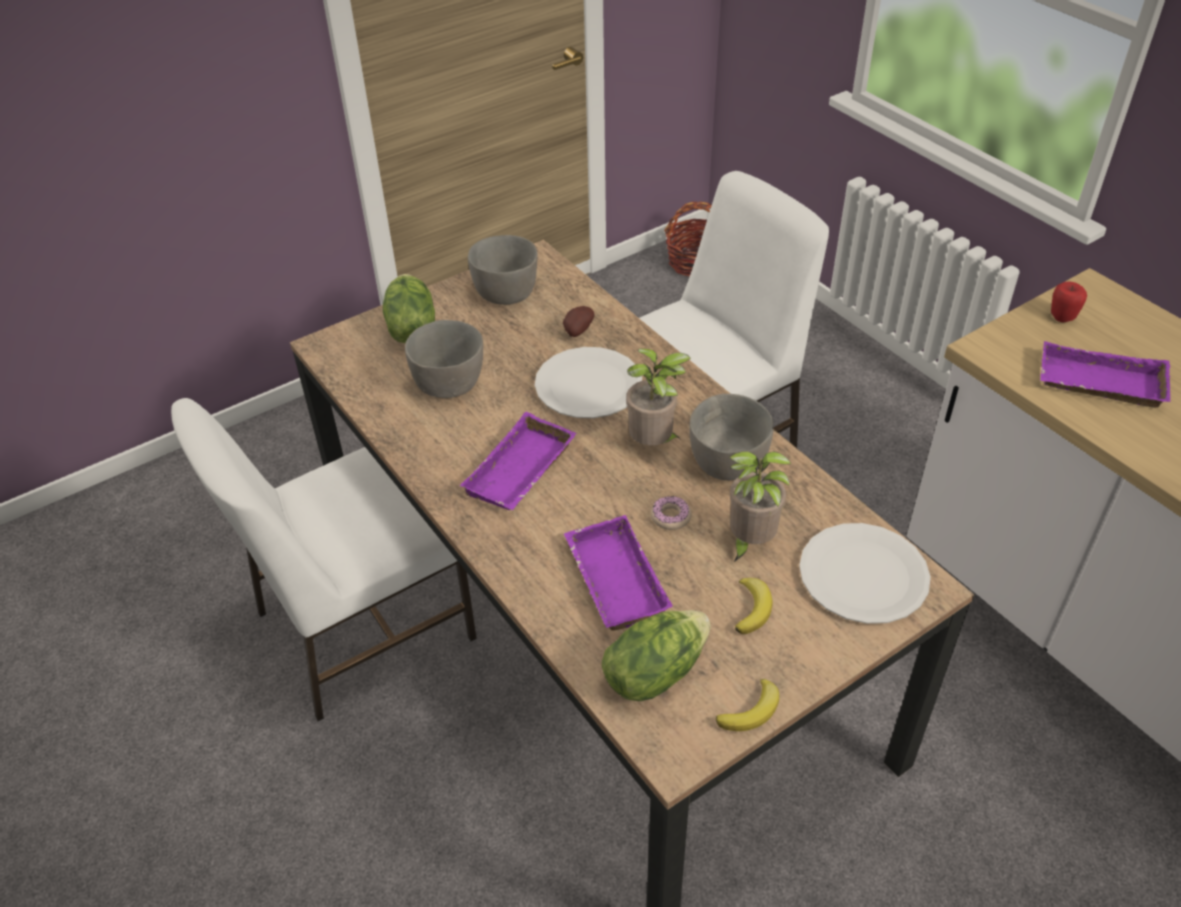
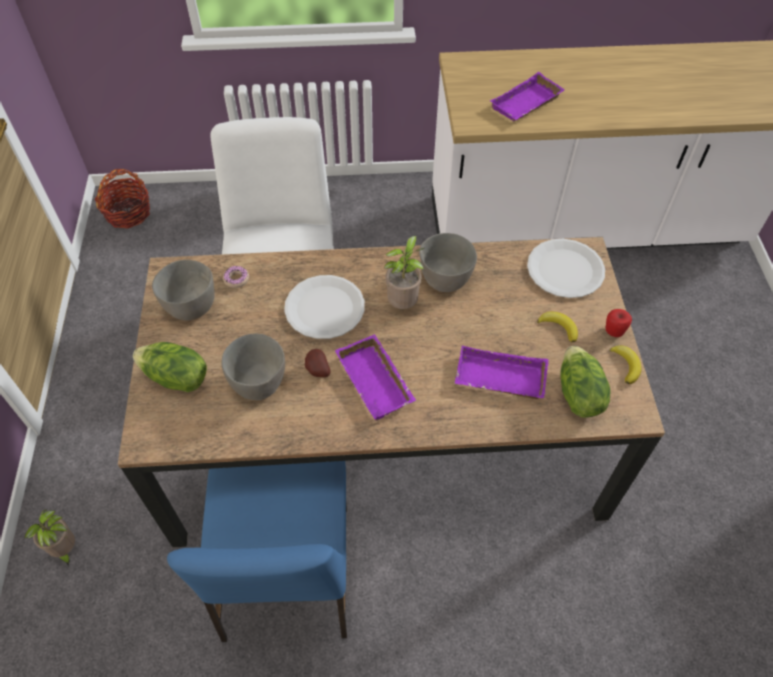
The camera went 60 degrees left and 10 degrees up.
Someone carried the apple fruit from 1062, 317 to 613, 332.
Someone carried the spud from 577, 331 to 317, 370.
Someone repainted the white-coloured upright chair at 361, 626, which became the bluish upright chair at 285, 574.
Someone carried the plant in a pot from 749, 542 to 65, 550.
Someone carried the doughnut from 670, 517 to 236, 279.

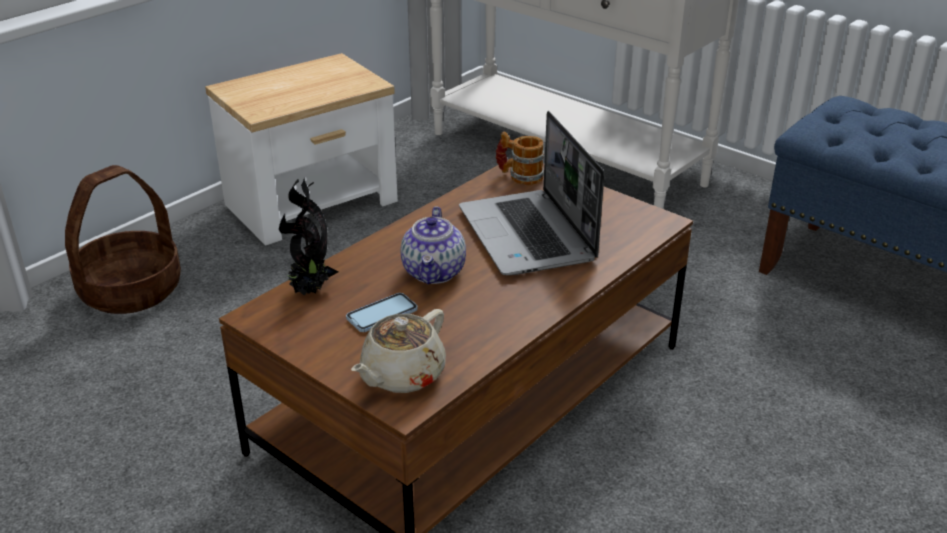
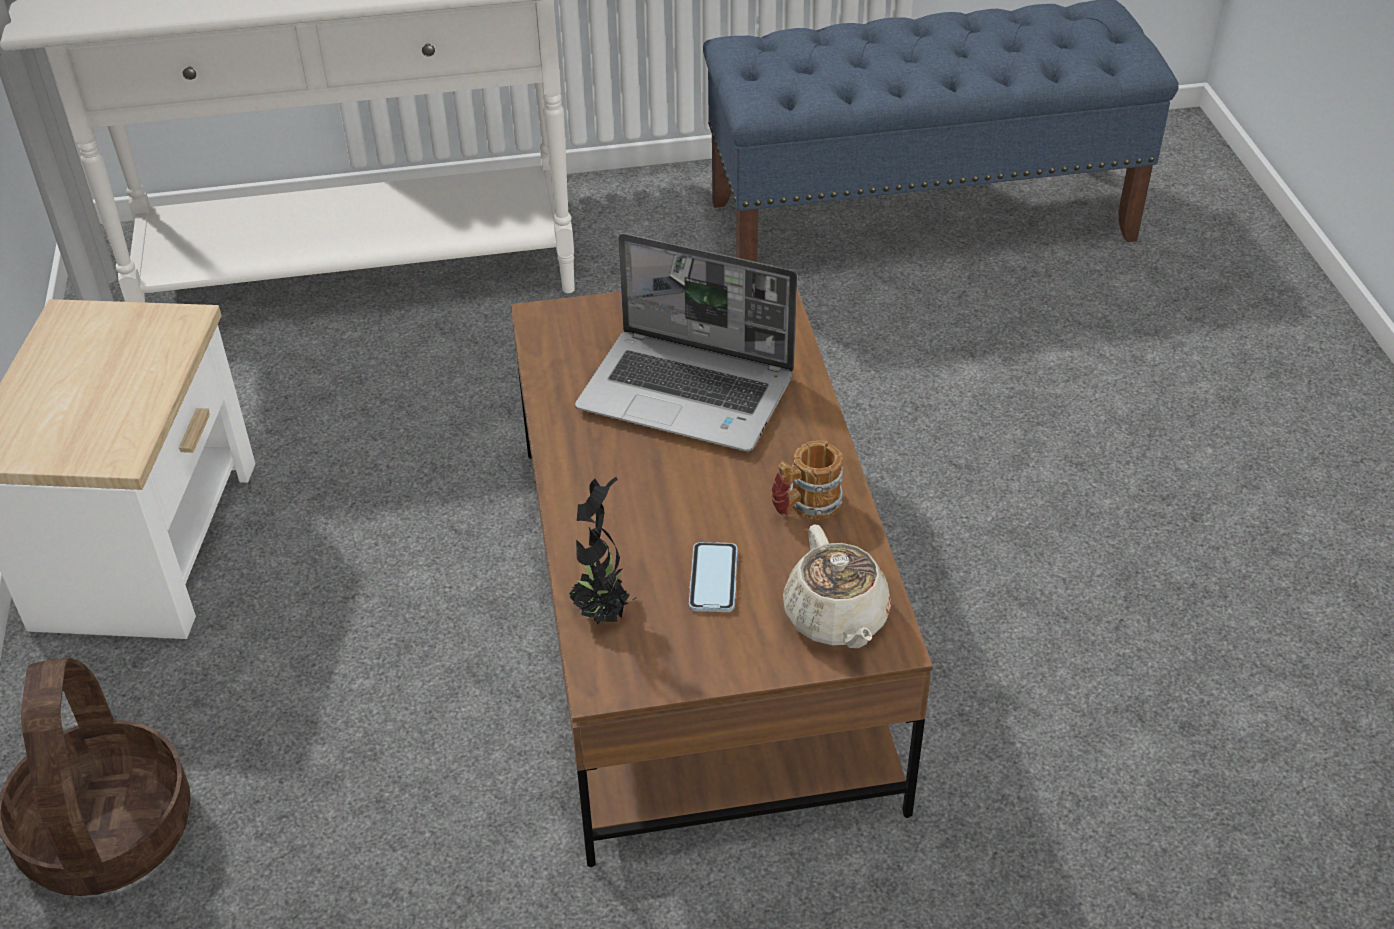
The camera went 50 degrees left and 10 degrees up.
Someone carried the mug from 519, 176 to 805, 506.
Someone took away the pot for tea at 434, 272.

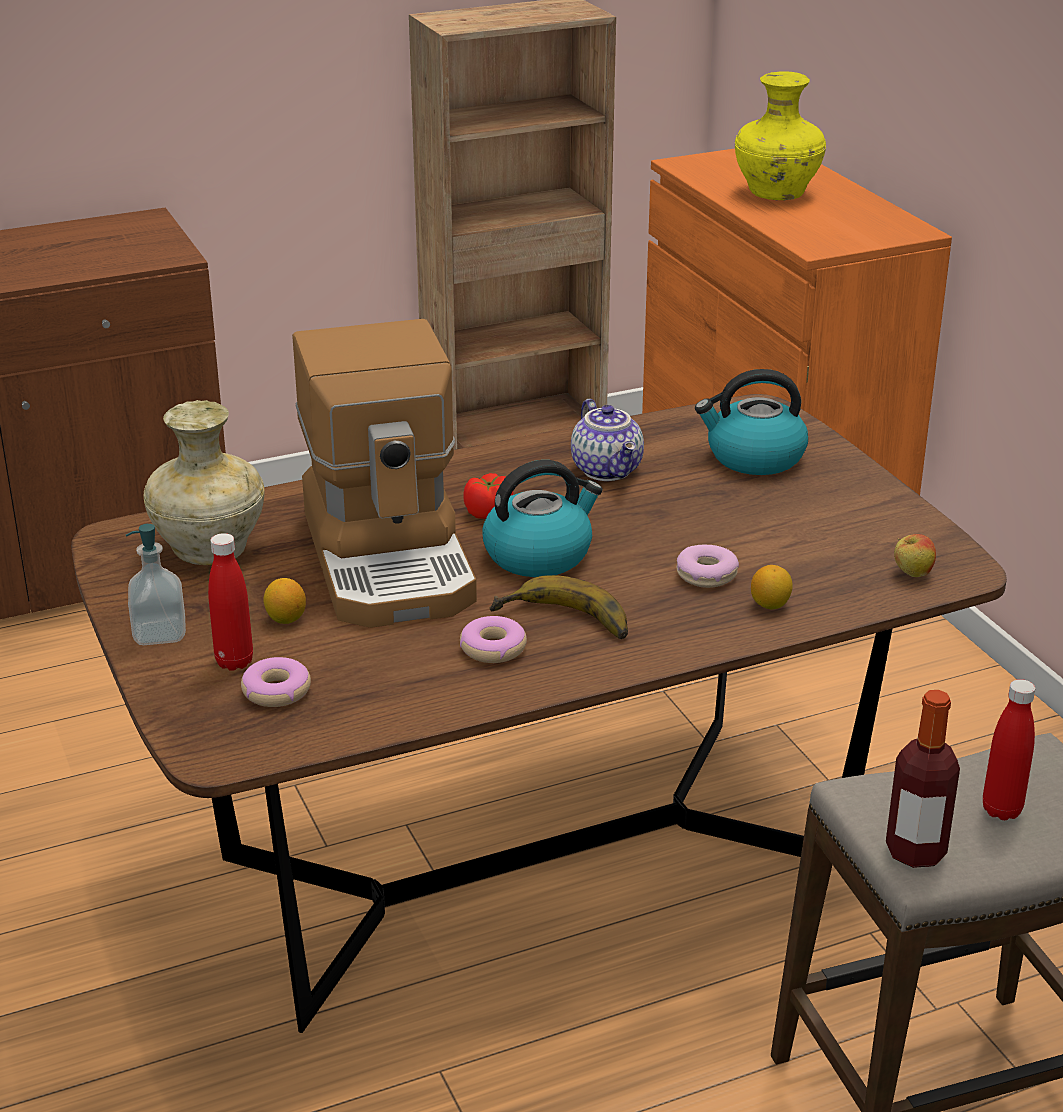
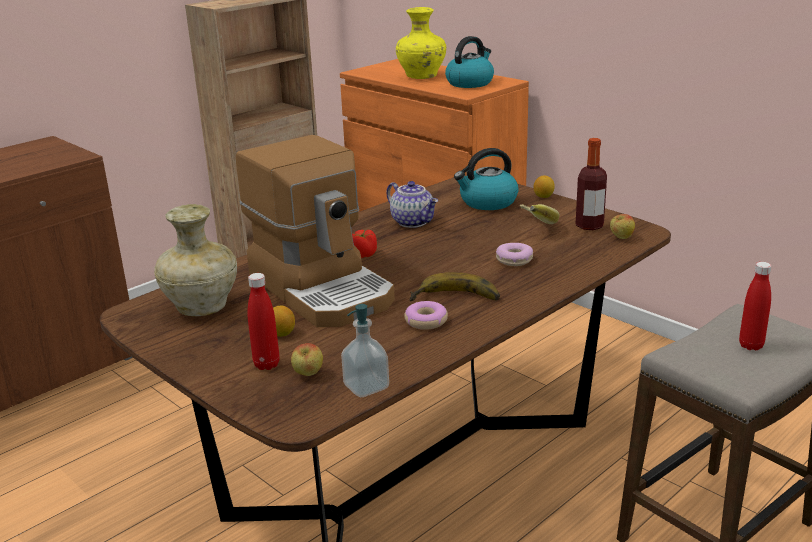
The camera went 20 degrees left and 5 degrees down.
Someone carried the water kettle from 539, 554 to 470, 83.
Someone carried the soap bottle from 160, 633 to 366, 387.
Someone carried the citrus fruit from 770, 605 to 543, 196.
Someone swapped the doughnut at 276, 691 for the apple fruit at 308, 374.
Someone carried the bottle from 915, 851 to 589, 226.
Someone put down the banana fruit at 533, 226.

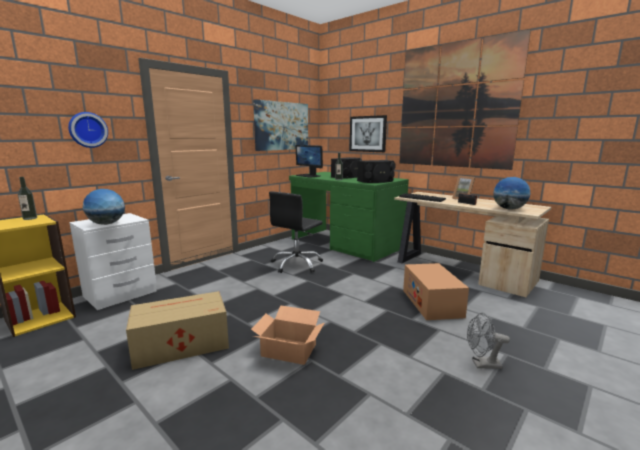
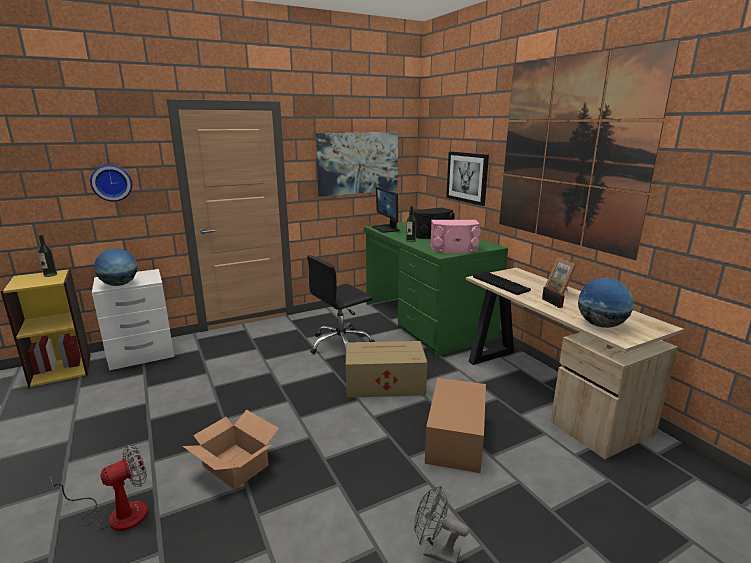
The camera went 20 degrees right and 5 degrees up.
Someone repainted the black speaker at 376, 181, which became the pinkish speaker at 454, 249.
Someone carried the cardboard box from 180, 344 to 383, 383.
Someone put down the fan at 117, 514.

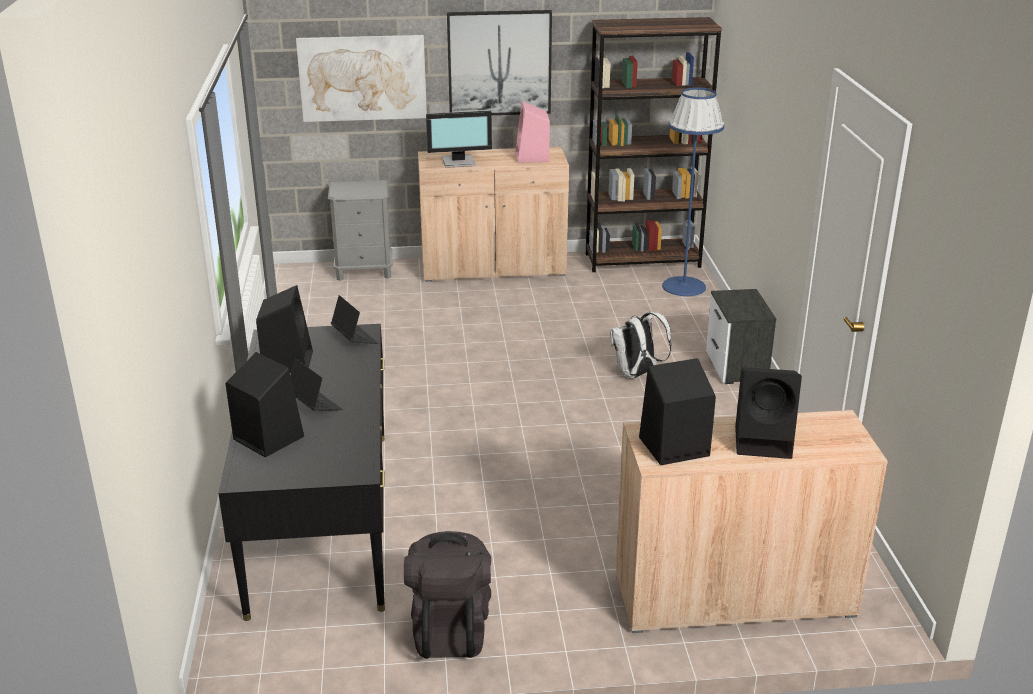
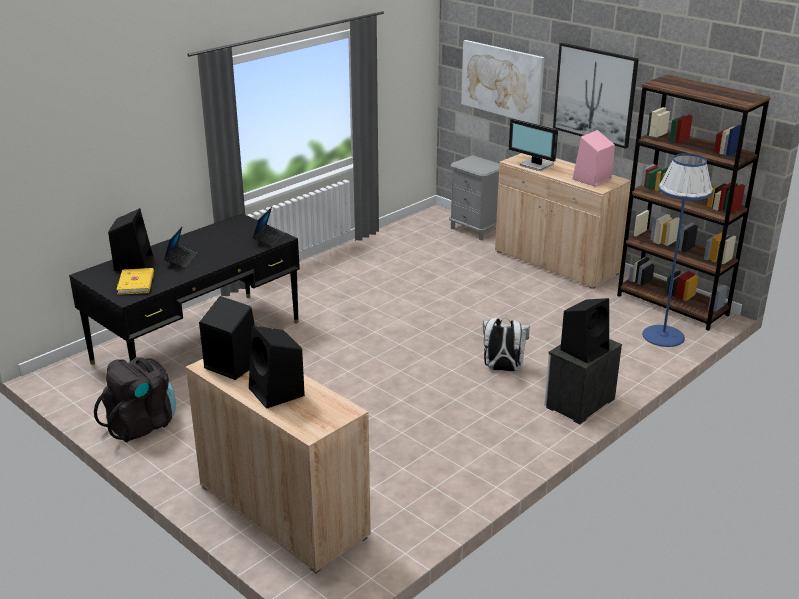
The camera went 50 degrees right and 0 degrees up.
Someone carried the black speaker from 287, 361 to 585, 350.
Someone put down the yellowish volume at 137, 283.

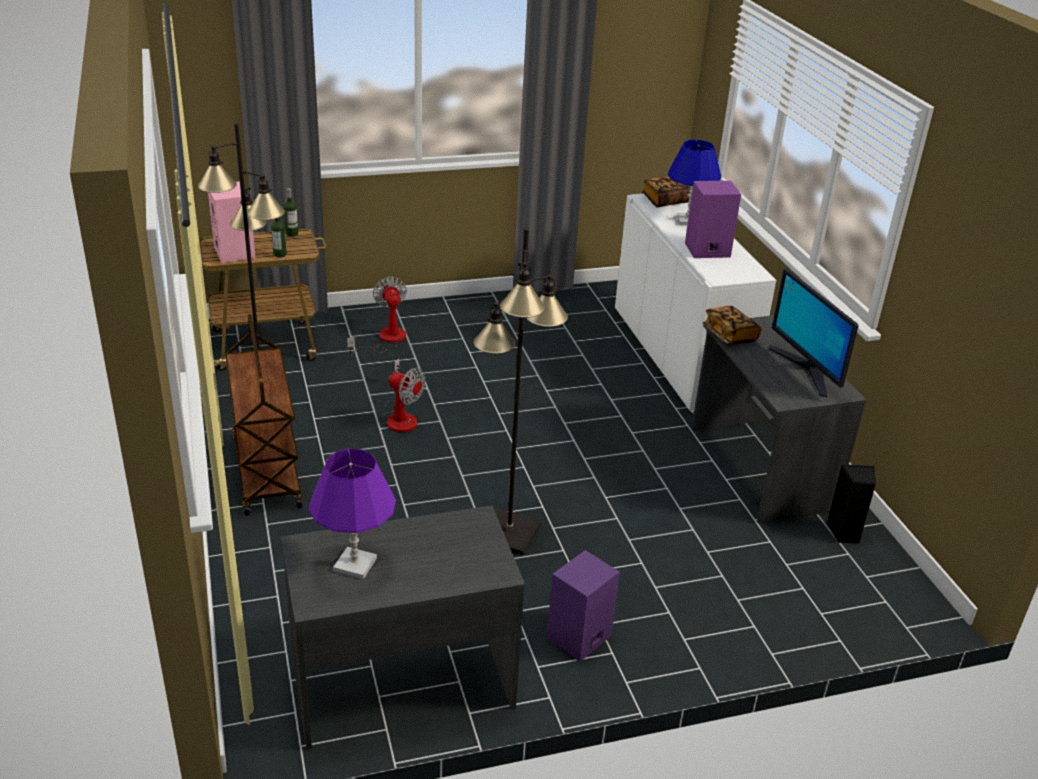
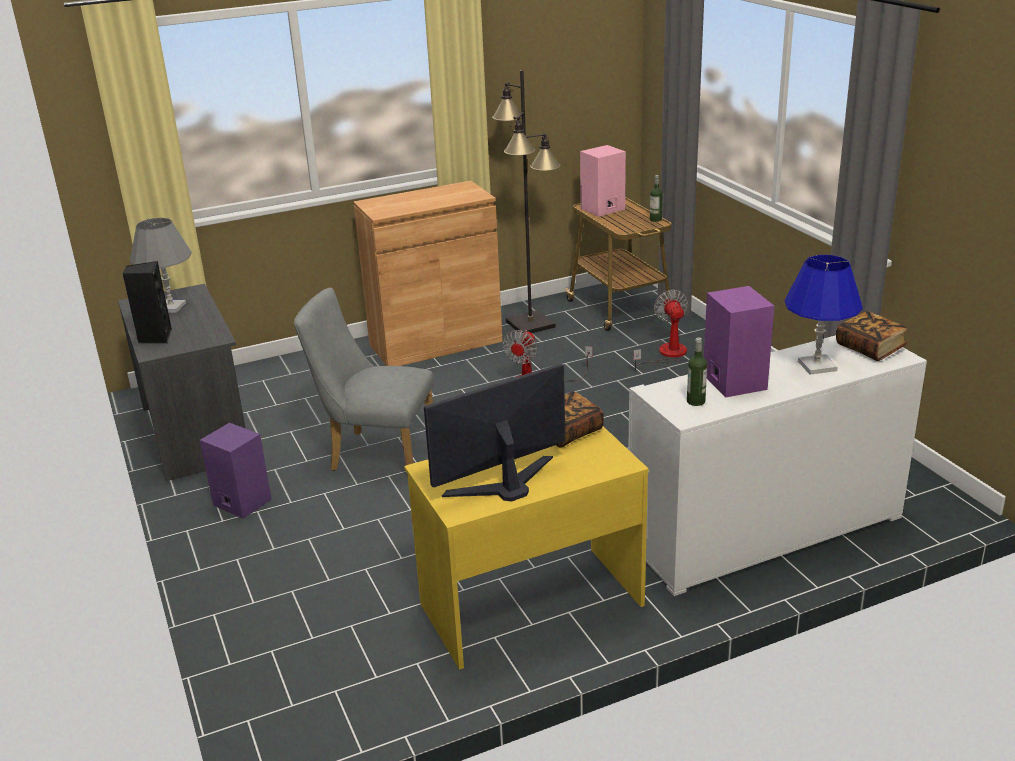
The camera went 85 degrees right and 5 degrees down.
Someone carried the bottle from 280, 254 to 696, 401.
Someone swapped the black standing lamp at 508, 533 for the gray upright chair at 375, 454.
Someone rotated the fan at 385, 340 by 75 degrees counterclockwise.
Someone swapped the brown trolley at 265, 471 for the brown storage cabinet at 435, 343.
Someone repainted the gray desk table at 758, 468, which became the yellowish desk table at 529, 603.
Someone repainted the purple table lamp at 355, 564, which became the gray table lamp at 171, 307.
Someone carried the black speaker from 844, 533 to 155, 337.

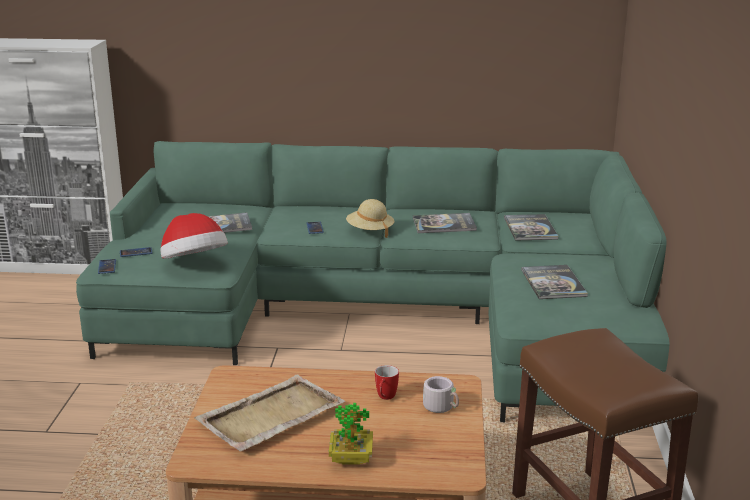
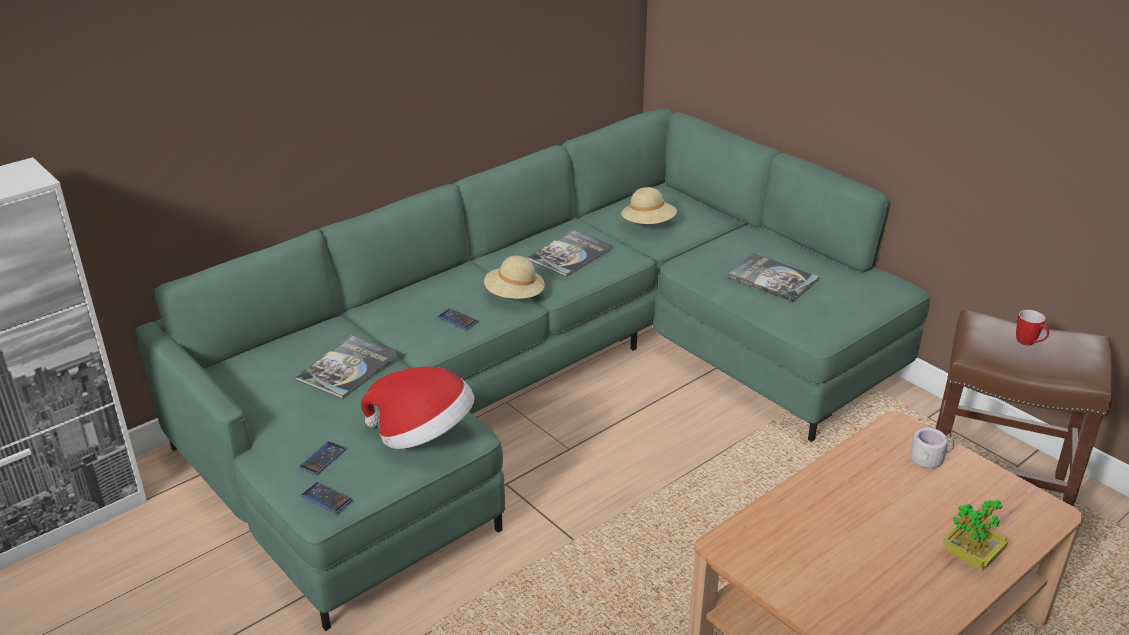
The camera went 45 degrees left and 10 degrees up.
Someone swapped the volume at 530, 228 for the beige-coloured wearable hat at 648, 224.
Someone carried the mug from 385, 398 to 1029, 343.
Someone took away the beige-coloured tray at 269, 416.

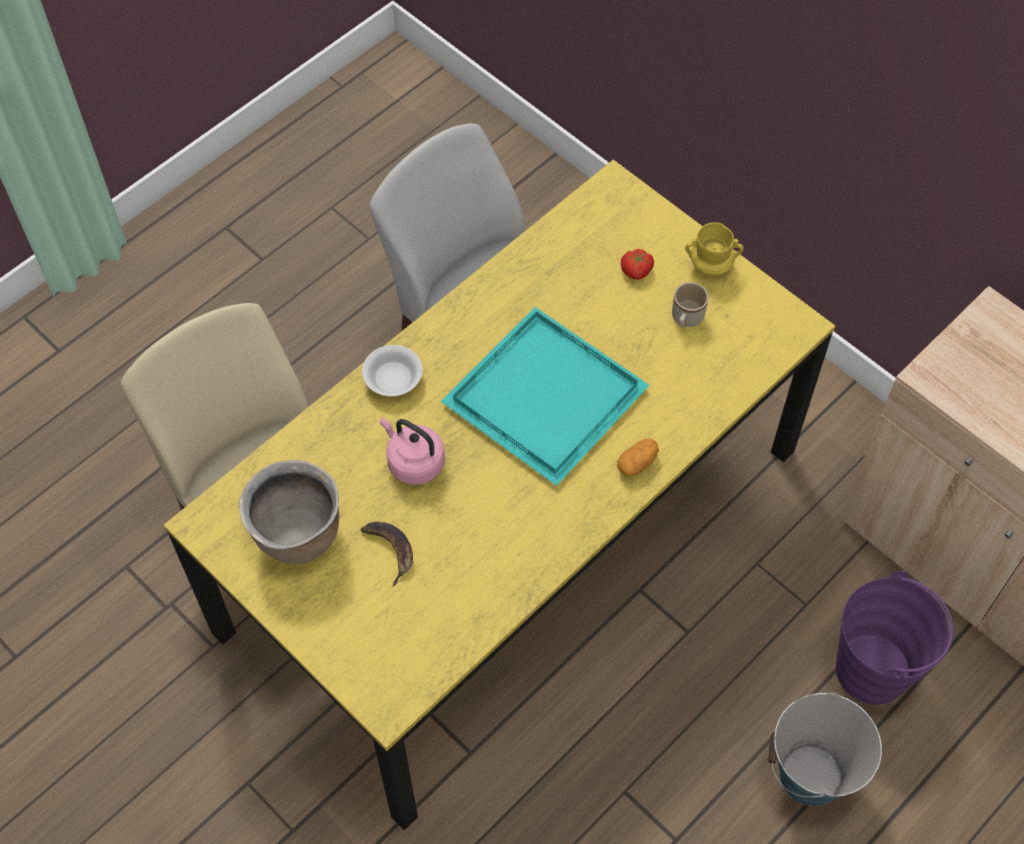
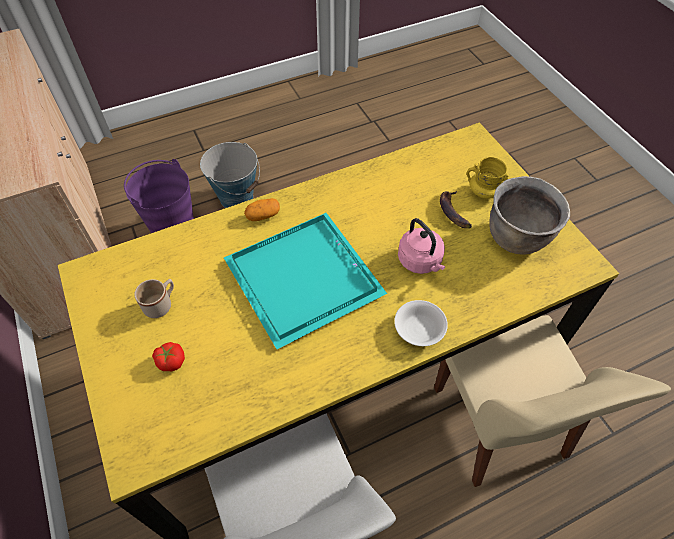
The camera went 160 degrees left and 5 degrees down.
Someone carried the yellowish mug from 711, 264 to 483, 192.

